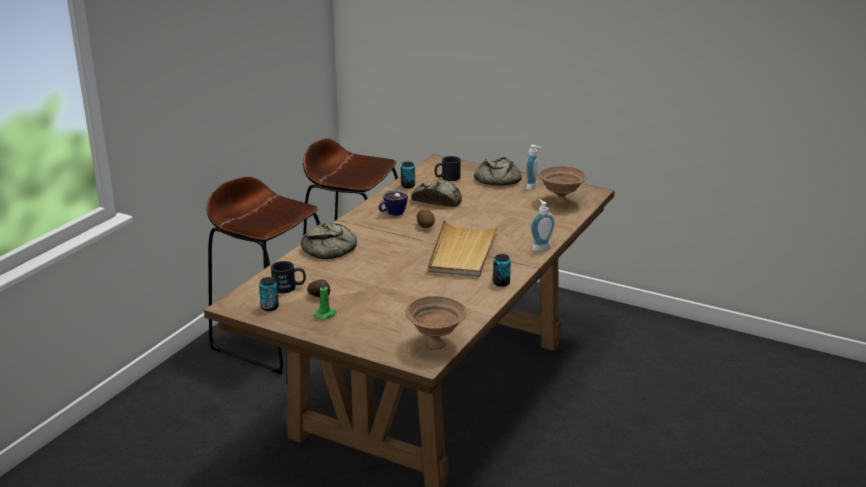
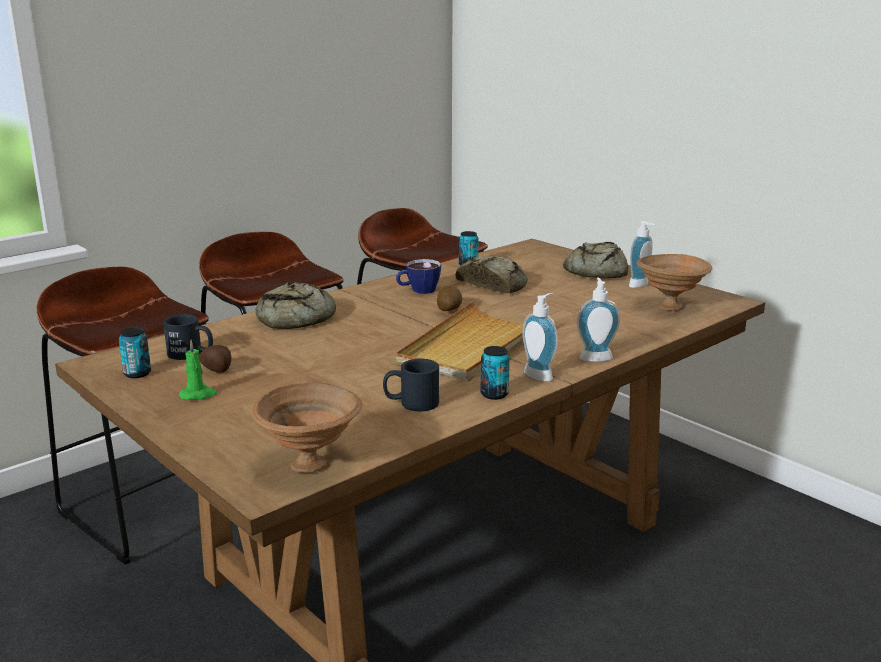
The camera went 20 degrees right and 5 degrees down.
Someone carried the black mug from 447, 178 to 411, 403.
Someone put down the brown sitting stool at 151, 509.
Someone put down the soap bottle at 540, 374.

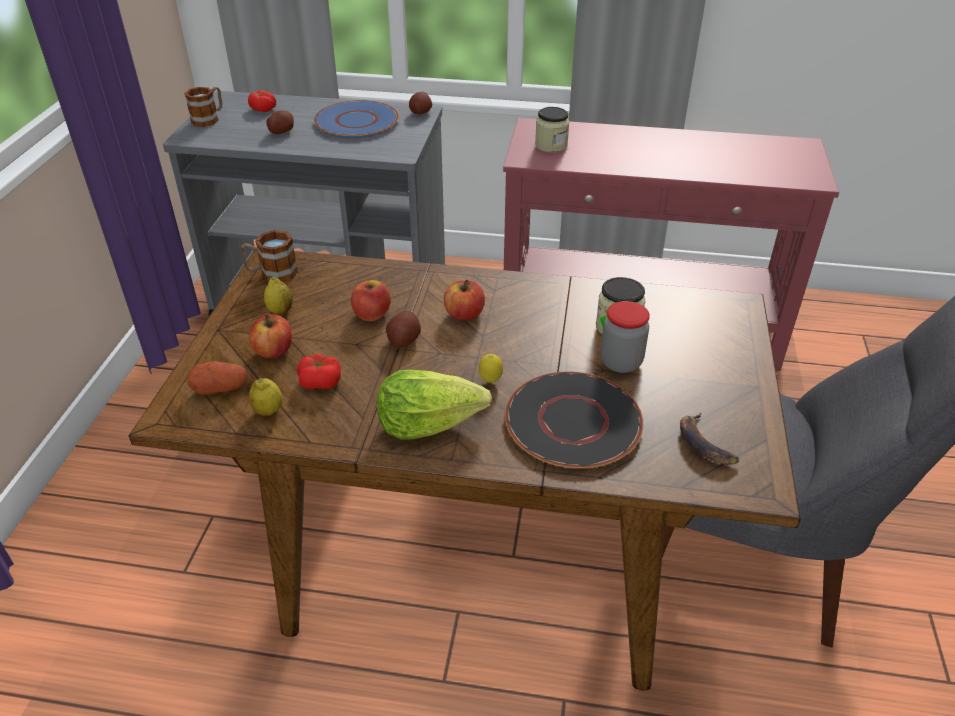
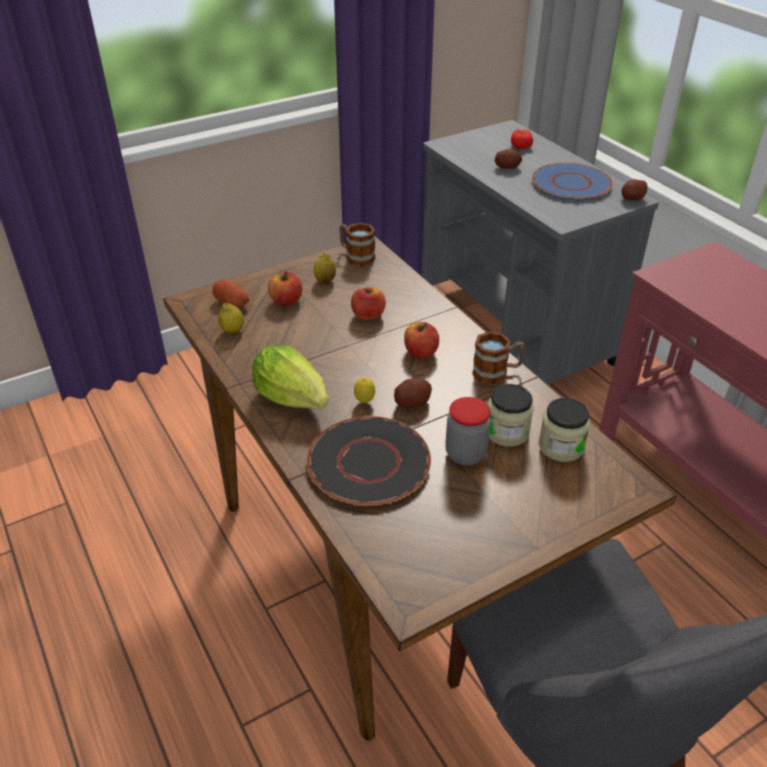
The camera went 50 degrees right and 0 degrees up.
Someone carried the mug from 209, 119 to 497, 372.
Someone carried the jar from 551, 145 to 561, 446.
Someone carried the spud from 403, 340 to 412, 402.
Someone took away the fresh tomato at 320, 381.
Someone took away the banana fruit at 705, 444.

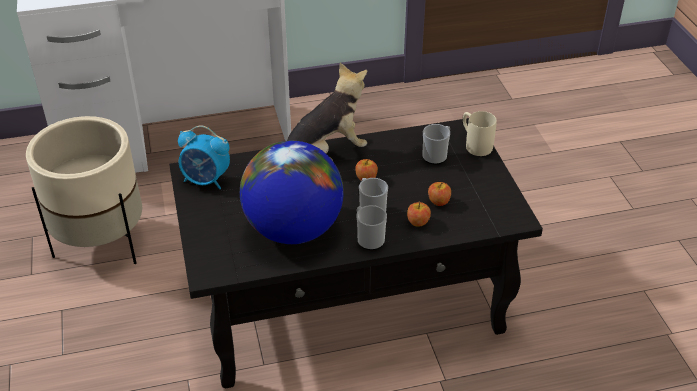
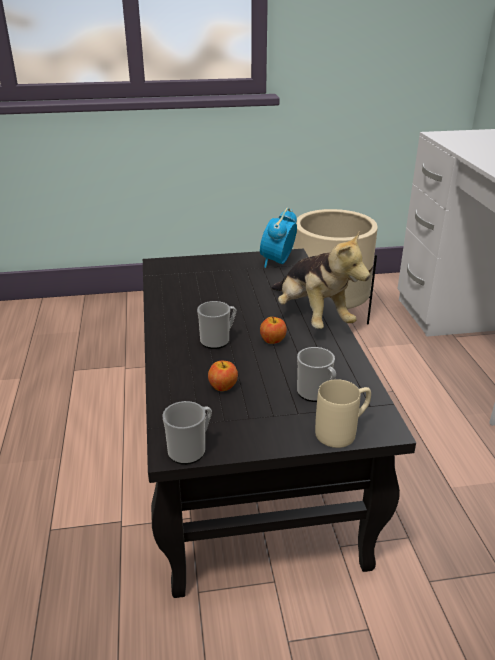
The camera went 95 degrees right and 10 degrees down.
Someone took away the desk globe at 293, 230.
Someone took away the apple fruit at 418, 222.
Someone carried the mug from 368, 239 to 190, 450.

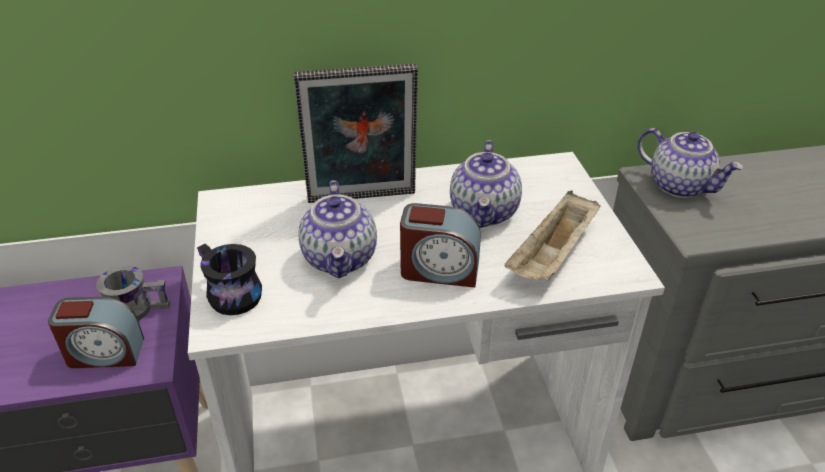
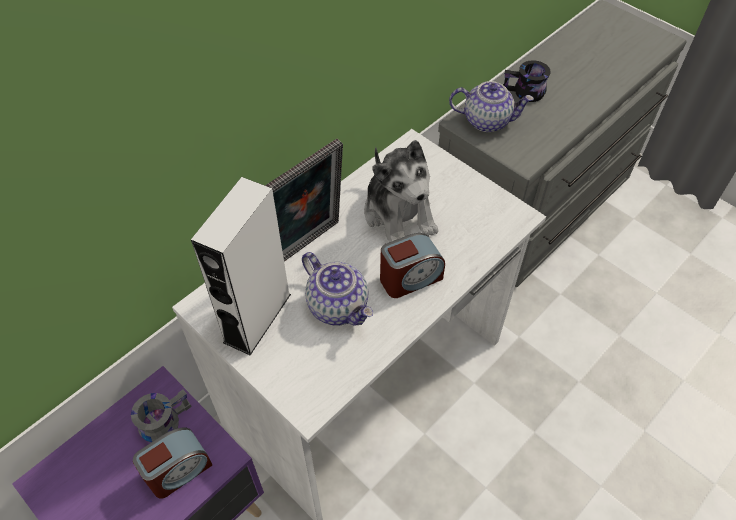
The camera went 35 degrees left and 15 degrees up.
Someone swapped the pot for tea at 485, 212 for the cuddly toy at 399, 214.
Someone took away the beige-coloured tray at 552, 256.
Someone carried the black mug from 227, 295 to 524, 93.
Someone put down the white-coloured speaker at 257, 318.

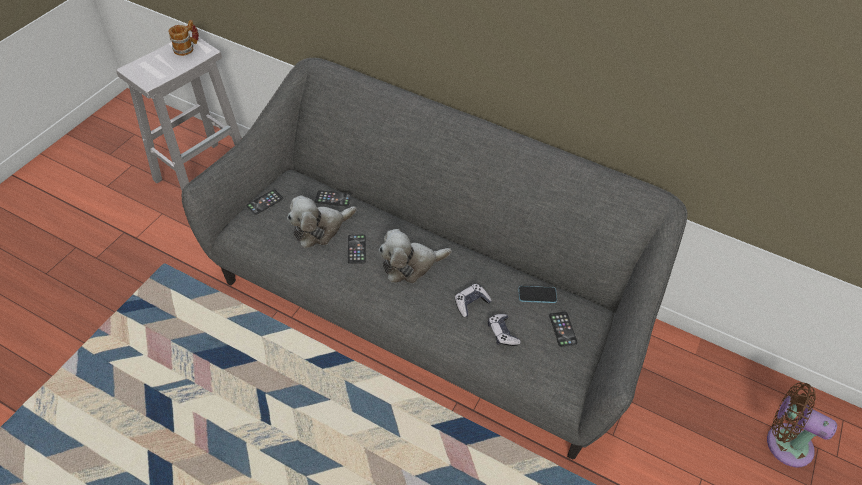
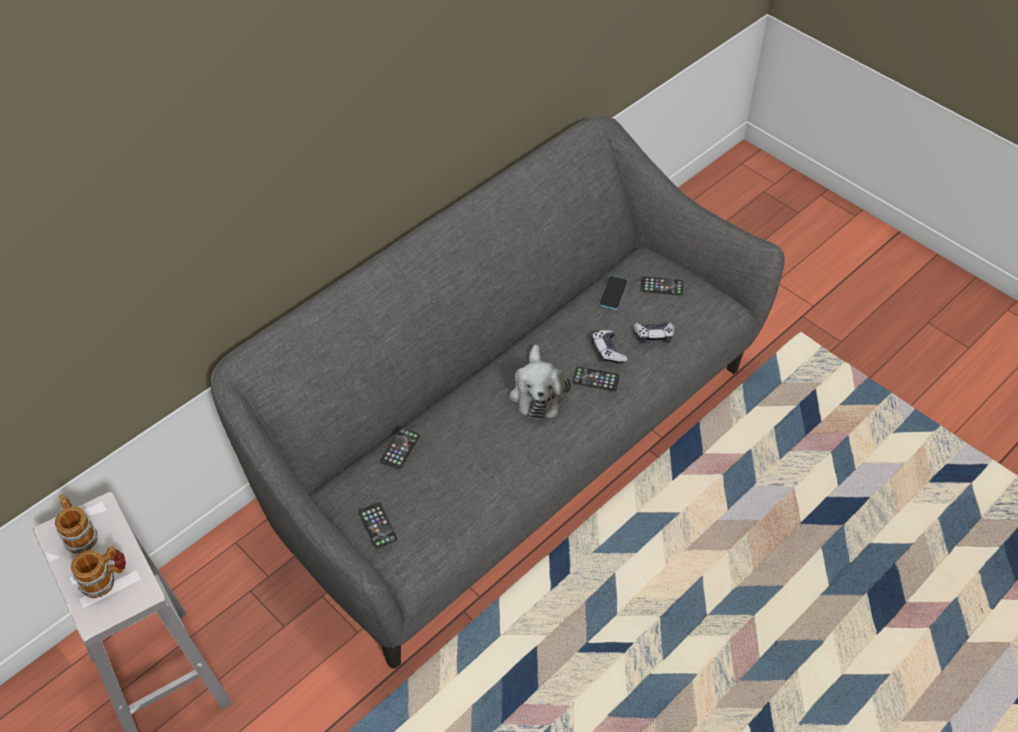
The camera went 70 degrees left and 0 degrees up.
Someone took away the cuddly toy at 320, 229.
Someone carried the phone from 356, 249 to 596, 379.
Someone took away the brown fan at 784, 442.
Someone put down the mug at 105, 580.

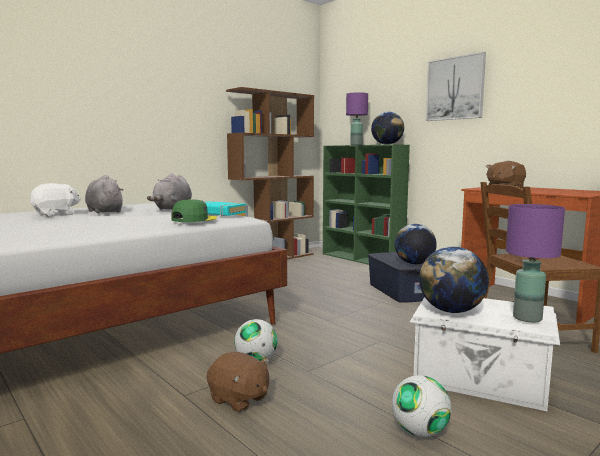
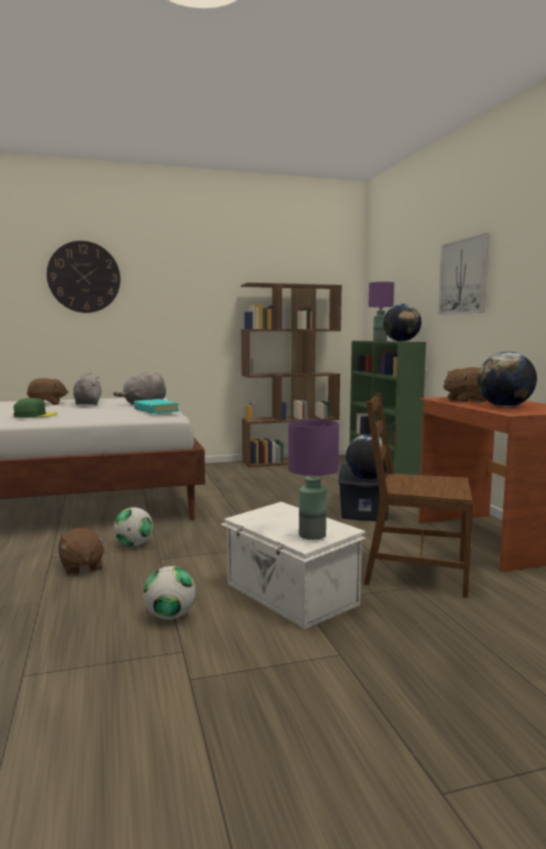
The camera went 25 degrees right and 0 degrees up.
Someone repainted the white-coloured cuddly toy at 56, 214, which became the brown cuddly toy at 47, 404.
Someone carried the green cap from 194, 219 to 34, 415.
Someone carried the desk globe from 451, 311 to 505, 406.
Someone put up the wall clock at 84, 277.

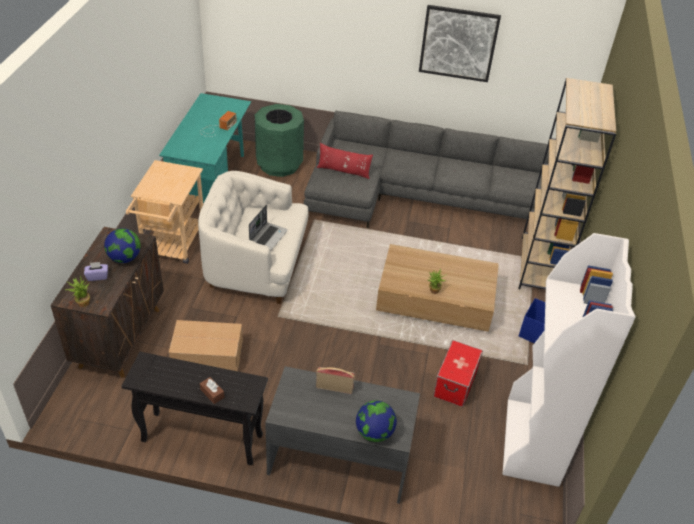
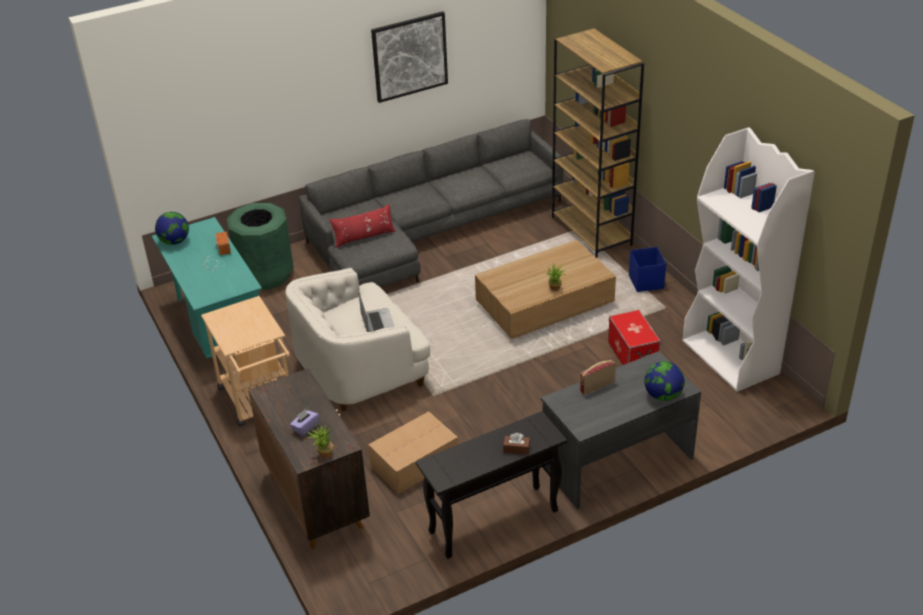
The camera went 35 degrees left and 5 degrees down.
Someone carried the desk globe from 125, 258 to 175, 241.

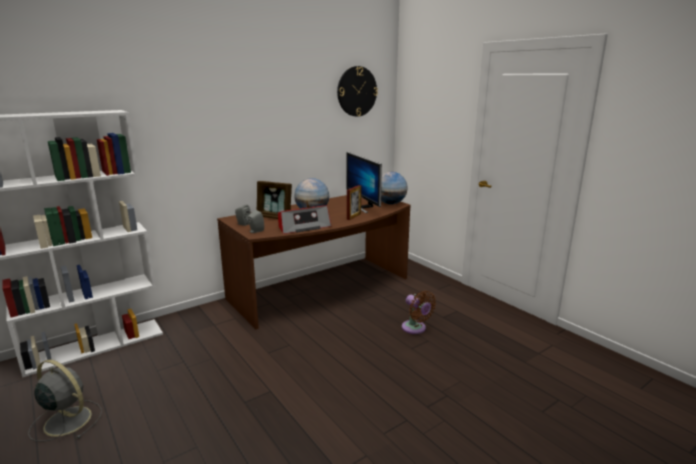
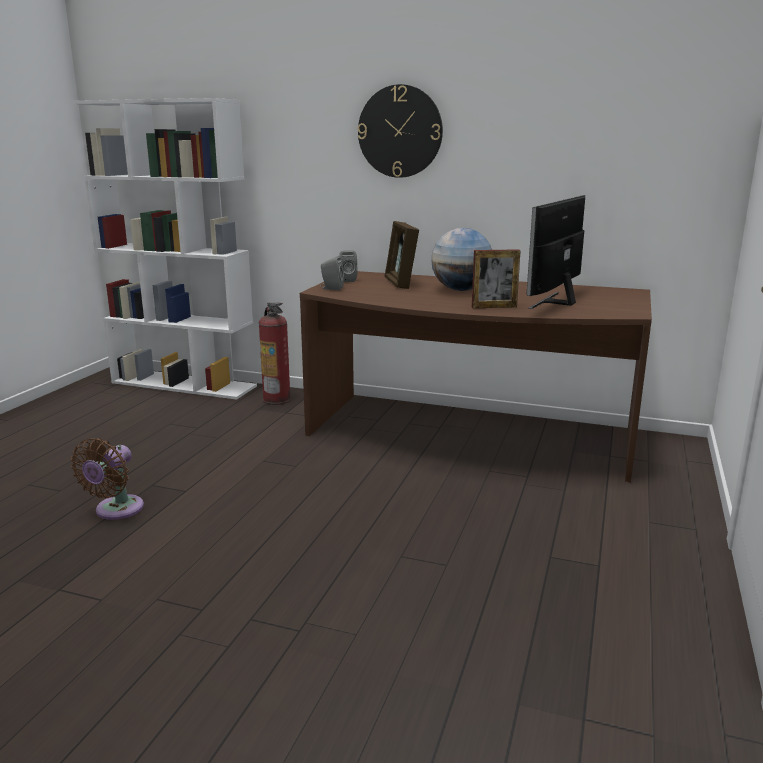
The camera went 55 degrees right and 0 degrees up.
Someone carried the wall clock from 357, 91 to 400, 131.
Someone took away the desk globe at 390, 203.
Someone took away the radio at 303, 227.
Someone carried the brown fan from 415, 328 to 116, 510.
Someone took away the gray fan at 66, 420.
Someone put down the fire-fighting cylinder at 277, 400.

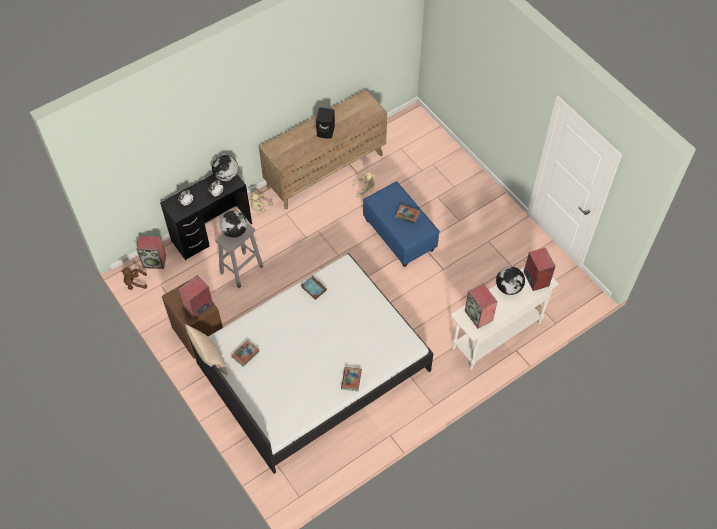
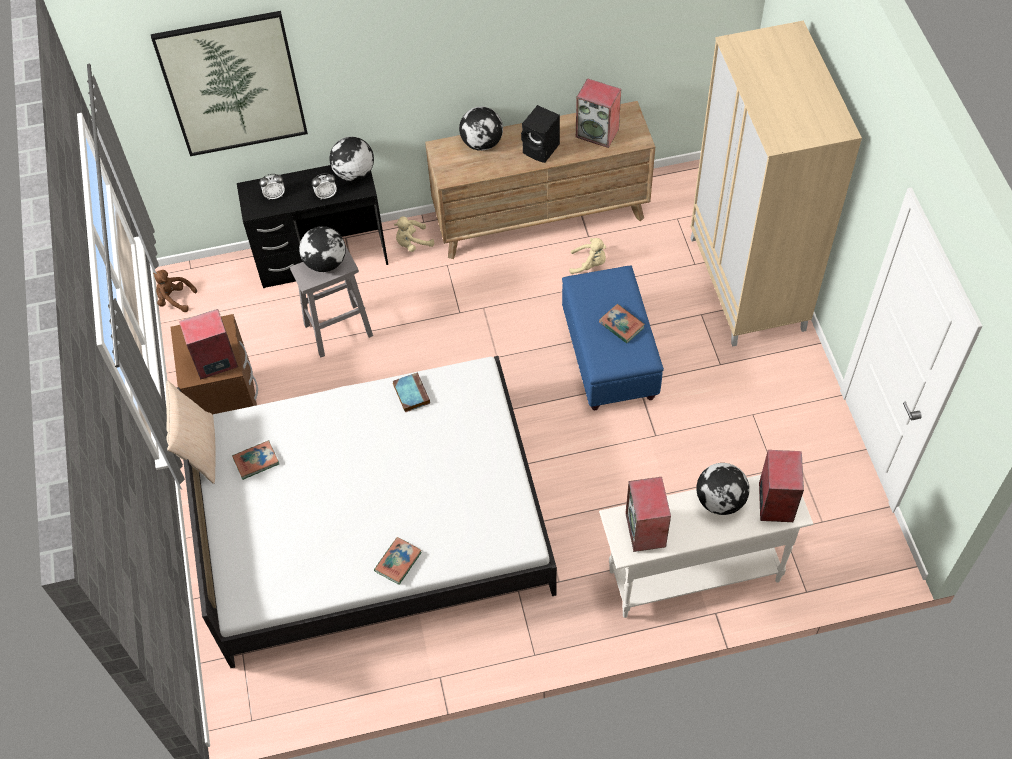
The camera went 25 degrees right and 0 degrees up.
Someone carried the speaker from 155, 261 to 598, 133.
Someone put up the picture at 233, 84.
Someone put down the beige-coloured clothes cupboard at 748, 284.
Someone put down the desk globe at 482, 143.

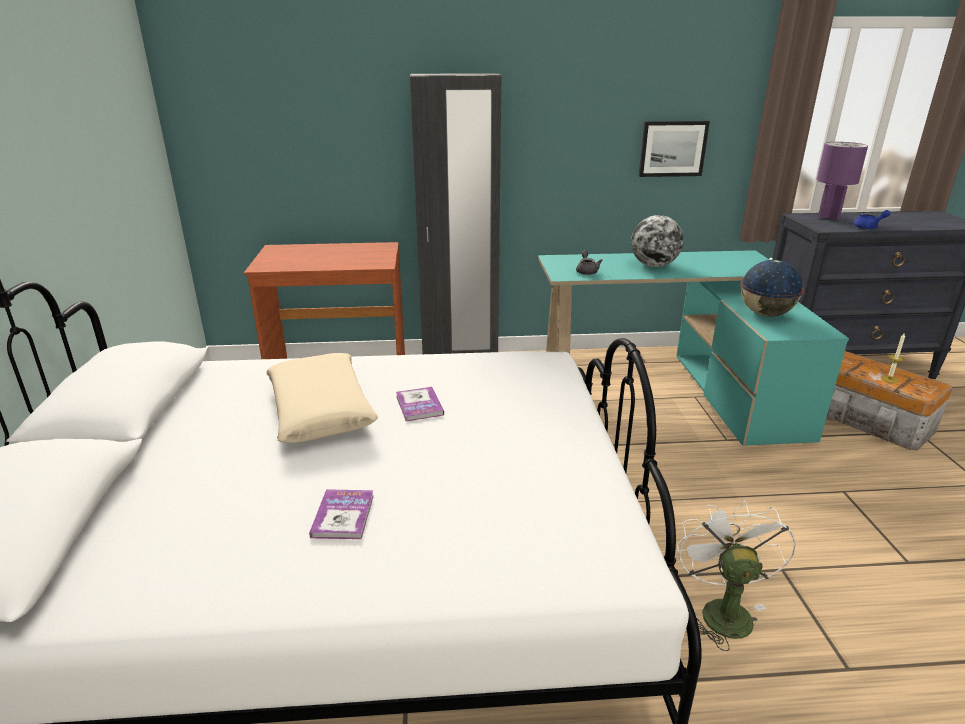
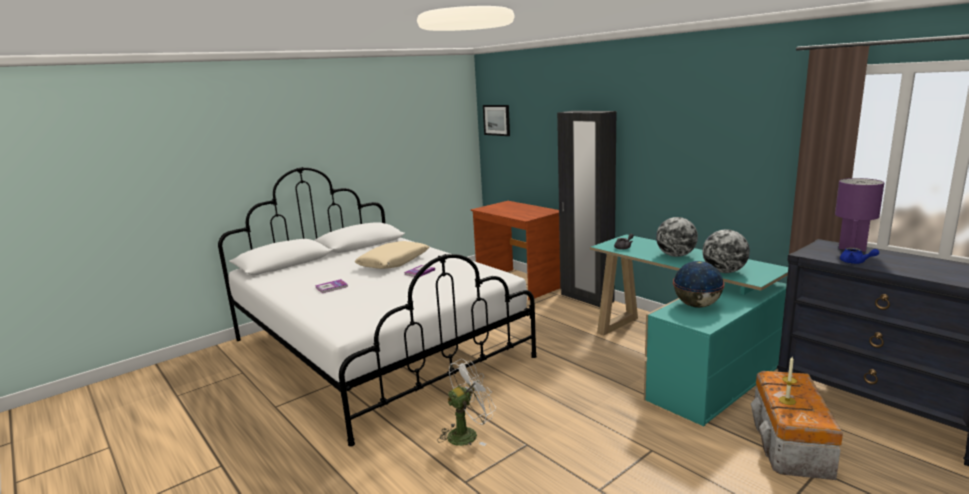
The camera went 55 degrees right and 10 degrees down.
Someone carried the picture from 672, 148 to 497, 120.
Someone put down the desk globe at 724, 272.

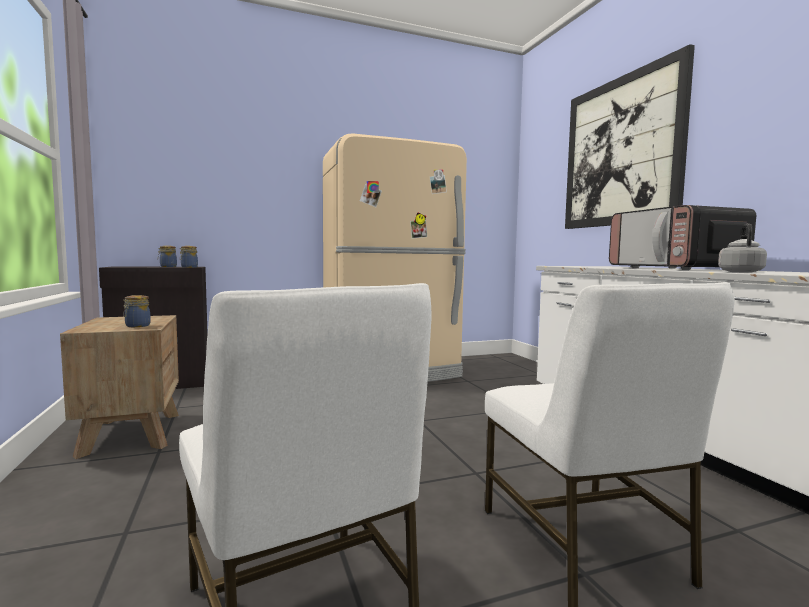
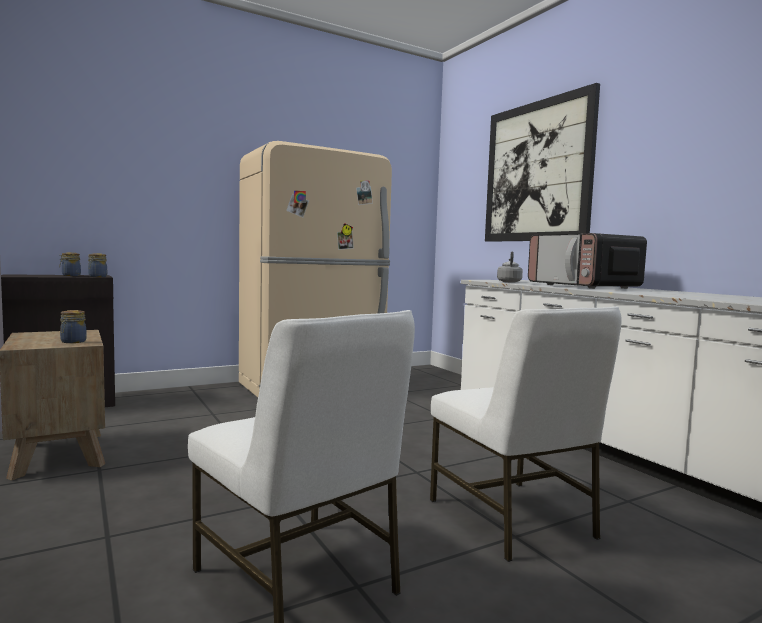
The camera went 10 degrees left and 0 degrees up.
Someone carried the gray water kettle from 740, 272 to 509, 282.

